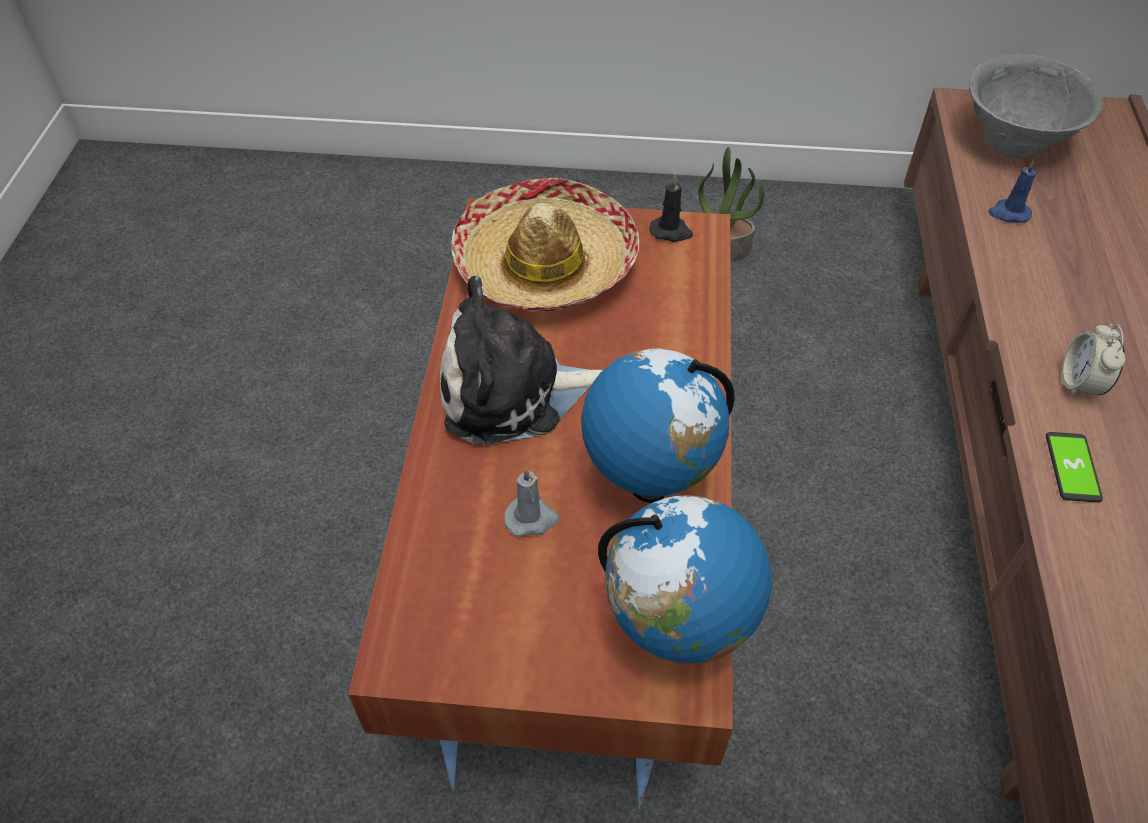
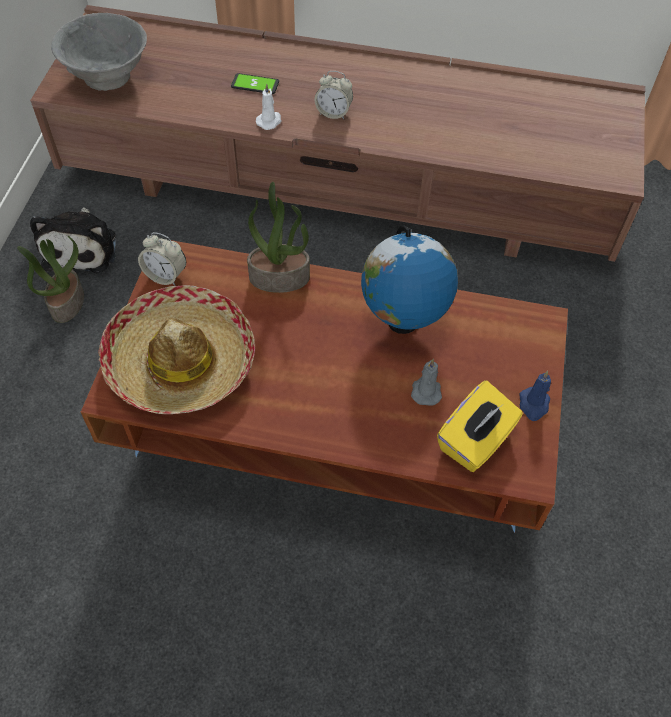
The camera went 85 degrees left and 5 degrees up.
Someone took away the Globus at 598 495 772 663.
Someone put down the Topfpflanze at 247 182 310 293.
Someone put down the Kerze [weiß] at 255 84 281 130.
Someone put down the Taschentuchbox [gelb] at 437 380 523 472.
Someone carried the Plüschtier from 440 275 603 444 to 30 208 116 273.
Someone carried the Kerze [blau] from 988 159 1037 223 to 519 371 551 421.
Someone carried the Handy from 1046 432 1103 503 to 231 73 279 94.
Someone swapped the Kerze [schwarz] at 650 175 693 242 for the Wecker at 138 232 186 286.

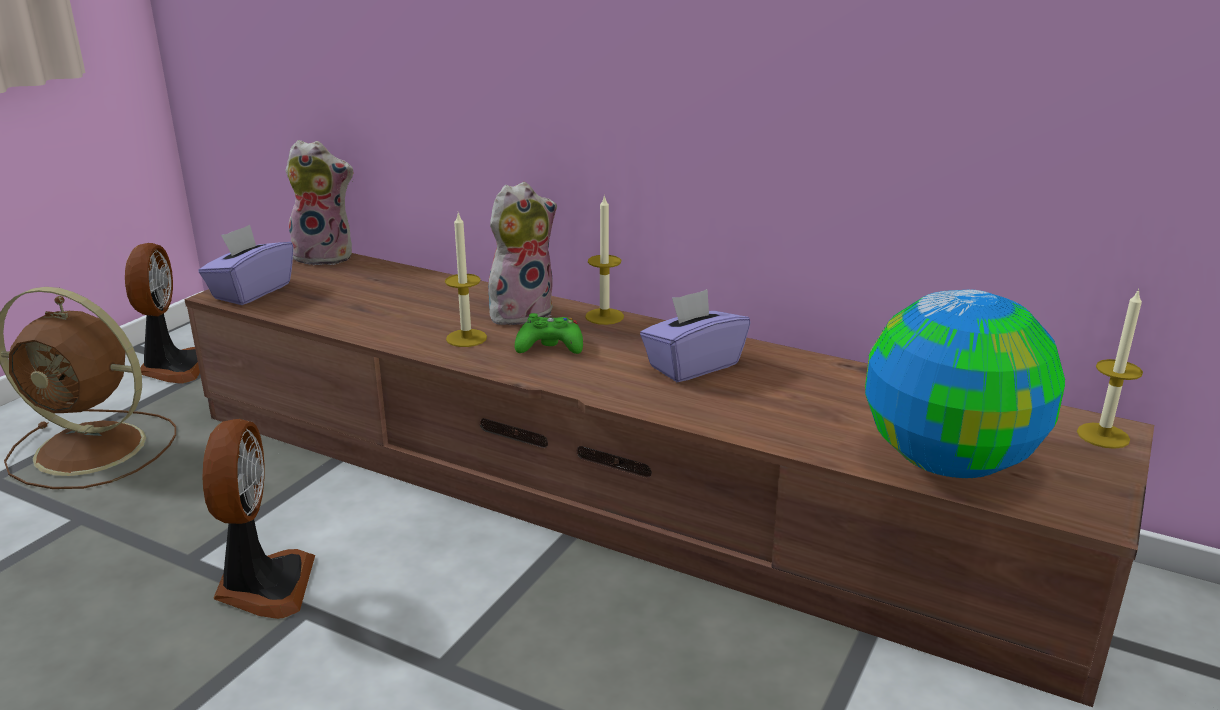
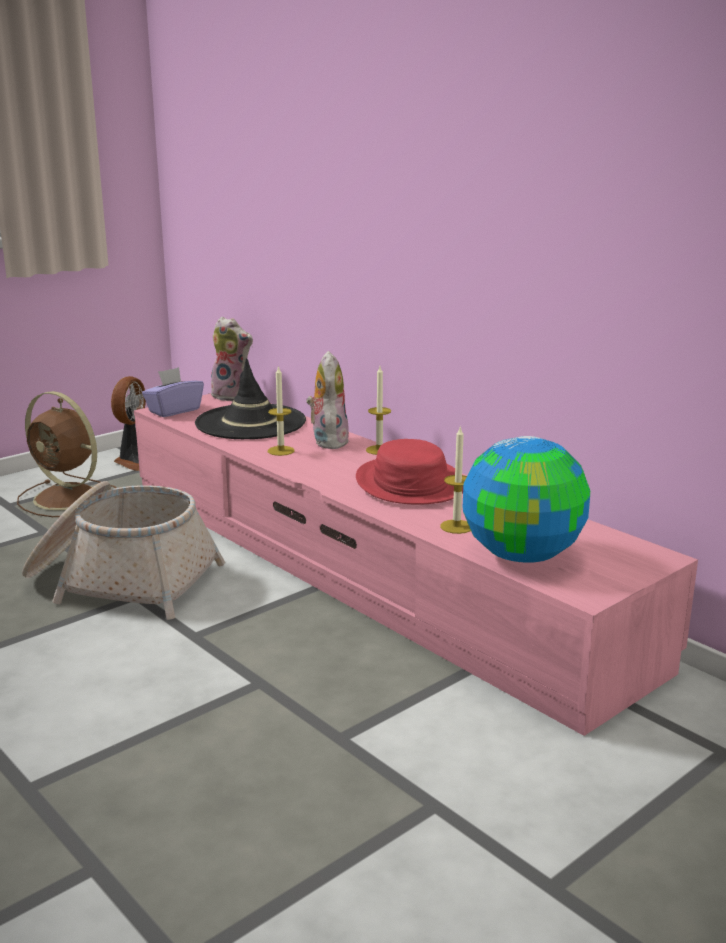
The camera went 20 degrees right and 5 degrees down.
Someone took away the Gamepad [grün] at 515 313 583 354.
Someone put down the Hut [schwarz] at 195 358 306 439.
Someone carried the Kerze from 1077 288 1143 449 to 440 426 471 534.
Someone swapped the Ventilator at 203 419 315 619 for the Korb at 22 481 225 620.
Someone swapped the Taschentuchbox [lila] at 640 289 750 382 for the Hut [rot] at 356 439 463 505.
Someone repainted the Fernsehschrank [braun] at 184 253 1154 707, which became the Fernsehschrank [rosa] at 134 393 698 736.
Someone rotated the Plüschtier at 488 182 557 325 by 75 degrees counterclockwise.

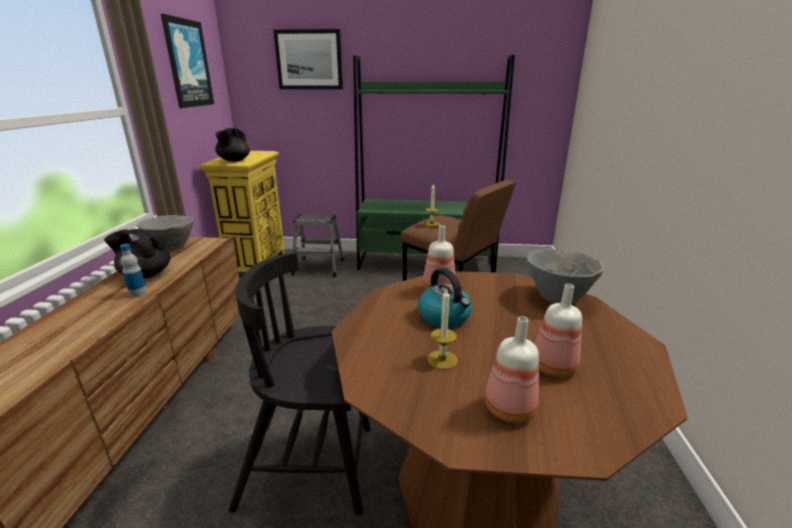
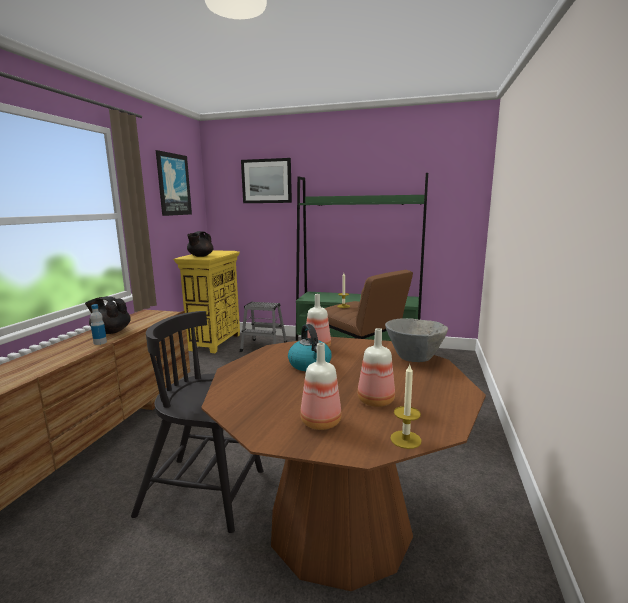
The camera went 10 degrees right and 10 degrees down.
Someone took away the Schüssel [grau] at 137 215 194 251.
Someone carried the Kerze from 428 288 458 370 to 390 365 422 449.

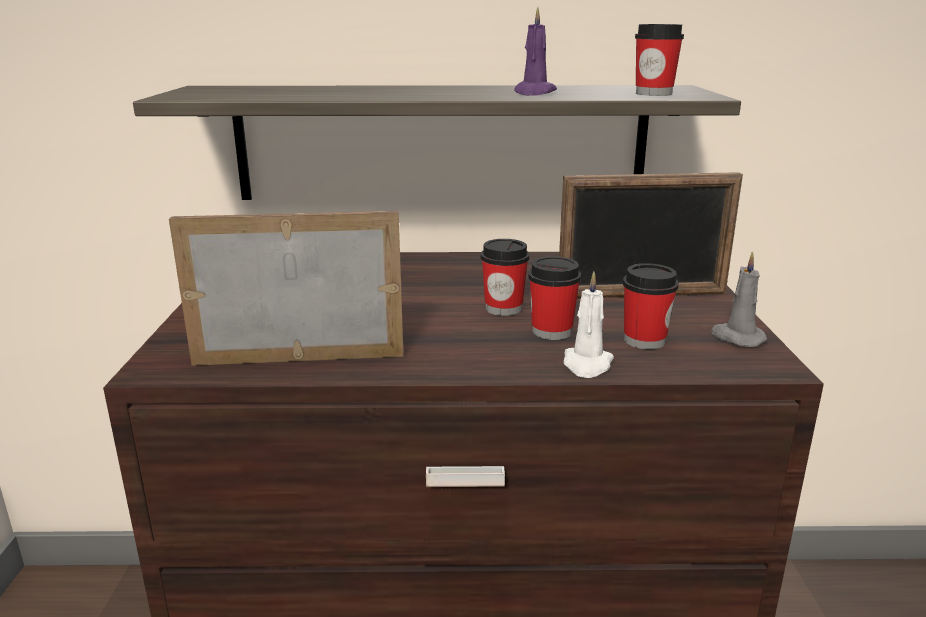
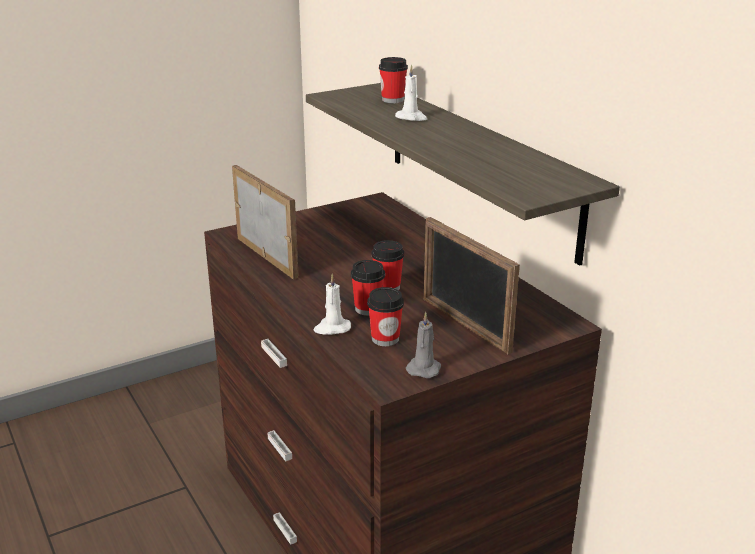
The camera went 60 degrees right and 5 degrees up.
Someone took away the Kerze [lila] at 514 7 557 96.
Someone put down the Kerze [weiß] at 395 65 427 121.
Someone carried the Tasse from 635 24 684 96 to 379 57 408 103.

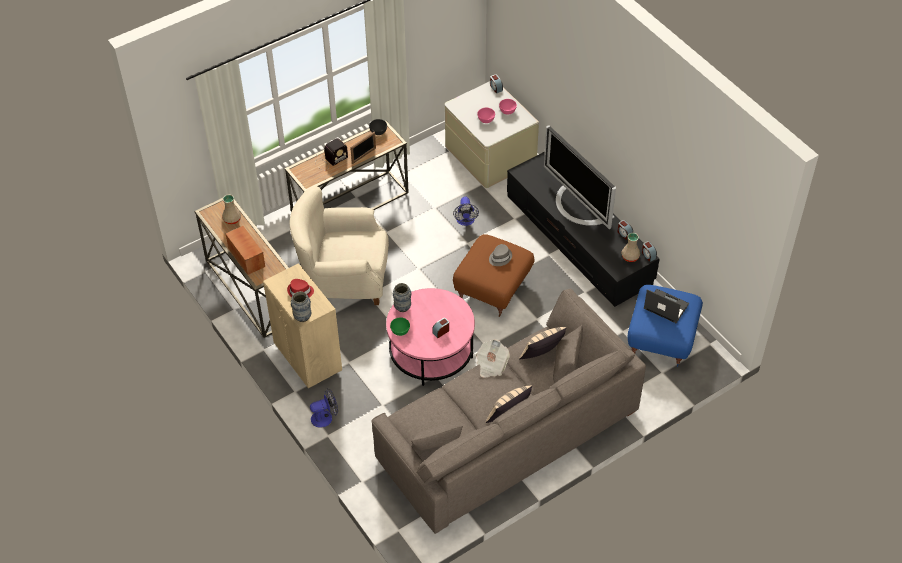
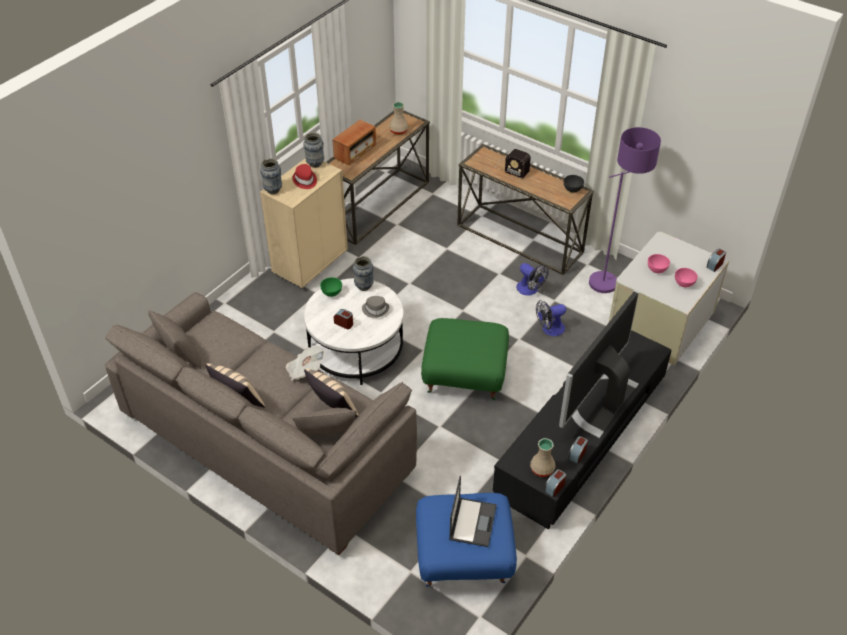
The camera went 70 degrees right and 5 degrees down.
Someone took away the Sessel [beige] at 289 186 389 305.
Someone took away the Bilderrahmen at 350 132 376 164.
Someone put down the Vase at 303 132 324 168.
Someone put down the Stehlampe [lila] at 589 127 661 293.
Someone carried the Ventilator from 310 388 338 428 to 516 263 549 296.
Someone carried the Hut [grau] from 489 244 512 266 to 362 296 389 318.
Someone repainted the Couchtisch [rosa] at 386 288 475 386, which became the Couchtisch [weiß] at 304 278 404 385.
Someone repainted the Polsterhocker [braun] at 453 234 535 317, which became the Polsterhocker [grün] at 421 318 509 400.

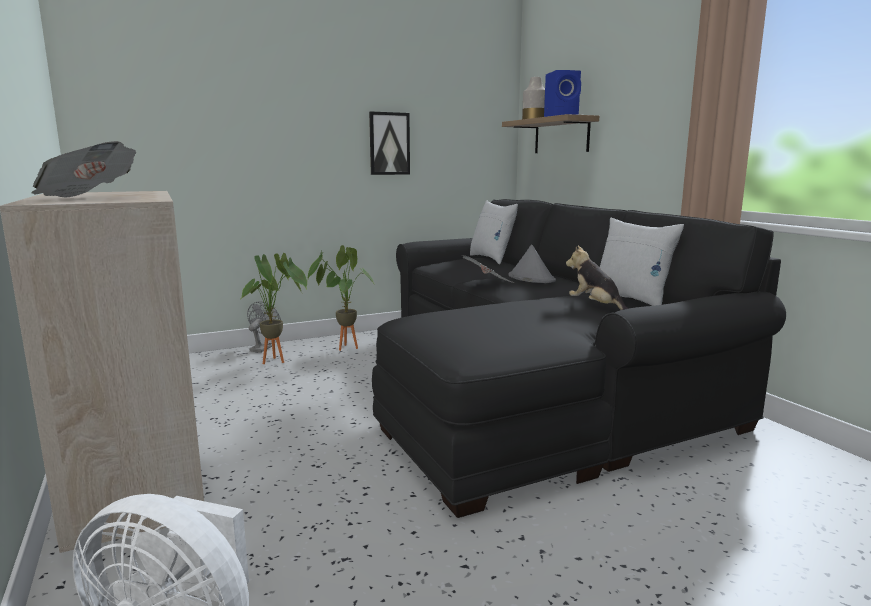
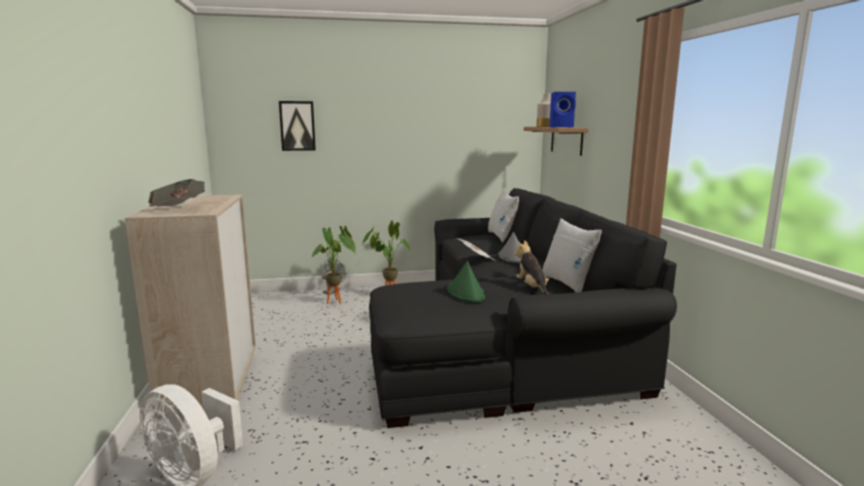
The camera went 15 degrees right and 0 degrees up.
Someone put down the Hut [grün] at 447 261 485 303.
Someone carried the Bild from 369 111 410 175 to 279 101 316 151.

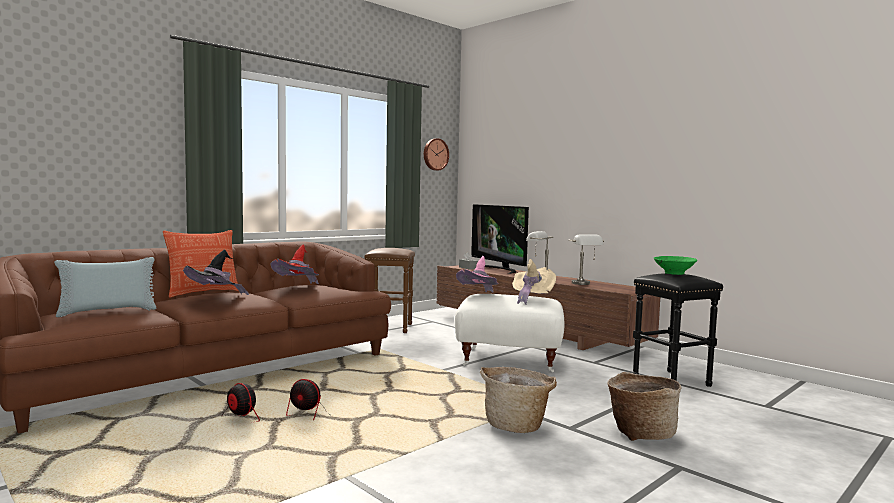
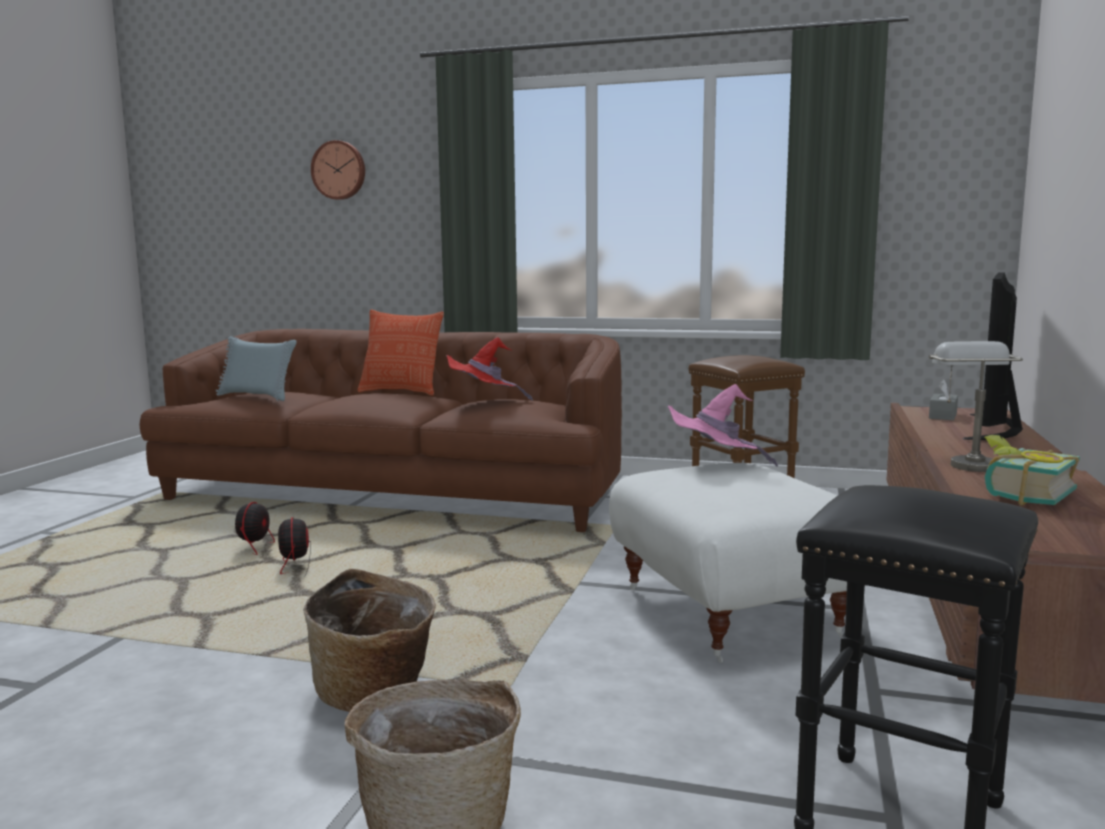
The camera went 60 degrees right and 5 degrees up.
Someone took away the Hut [schwarz] at 183 250 249 295.
Someone took away the Hut [beige] at 512 259 556 305.
Someone took away the Schüssel [grün] at 654 256 697 275.
Someone carried the Wanduhr from 424 138 449 171 to 311 140 365 200.
Someone swapped the Tischlampe [grau] at 569 234 604 285 for the Buch at 985 435 1080 505.

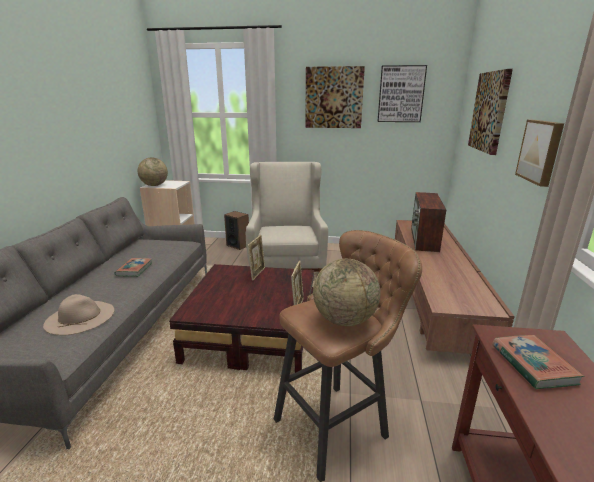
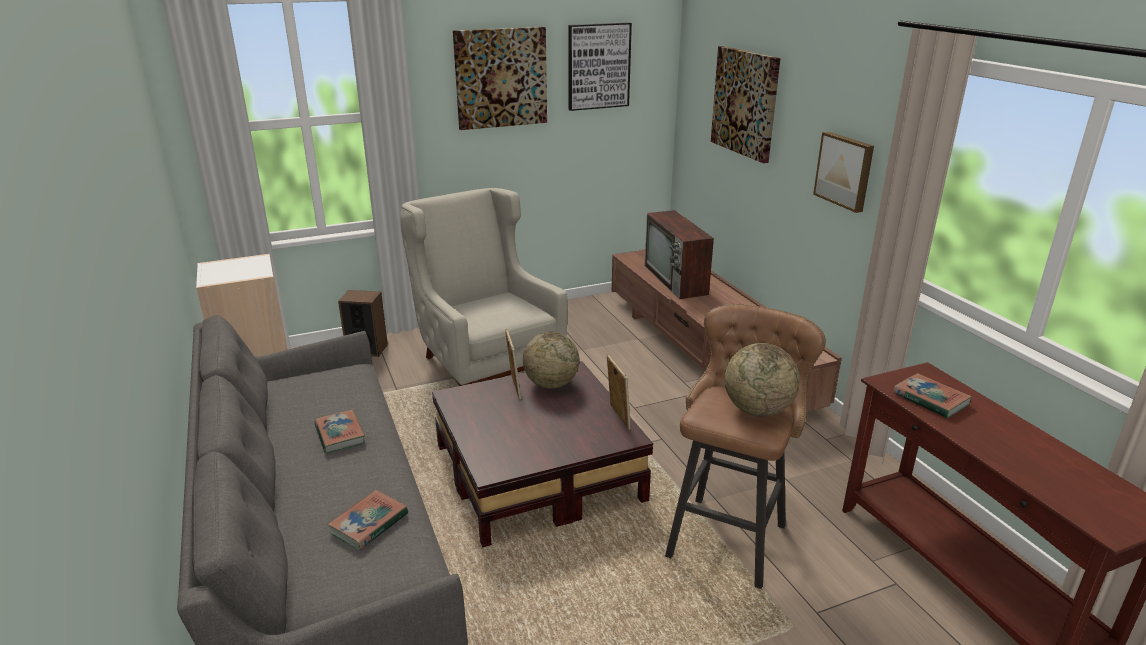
The camera went 30 degrees left and 5 degrees up.
Someone carried the Globus from 138 157 168 186 to 523 332 579 389.
Someone swapped the Hut [beige] at 43 294 114 335 for the Buch at 327 490 408 550.

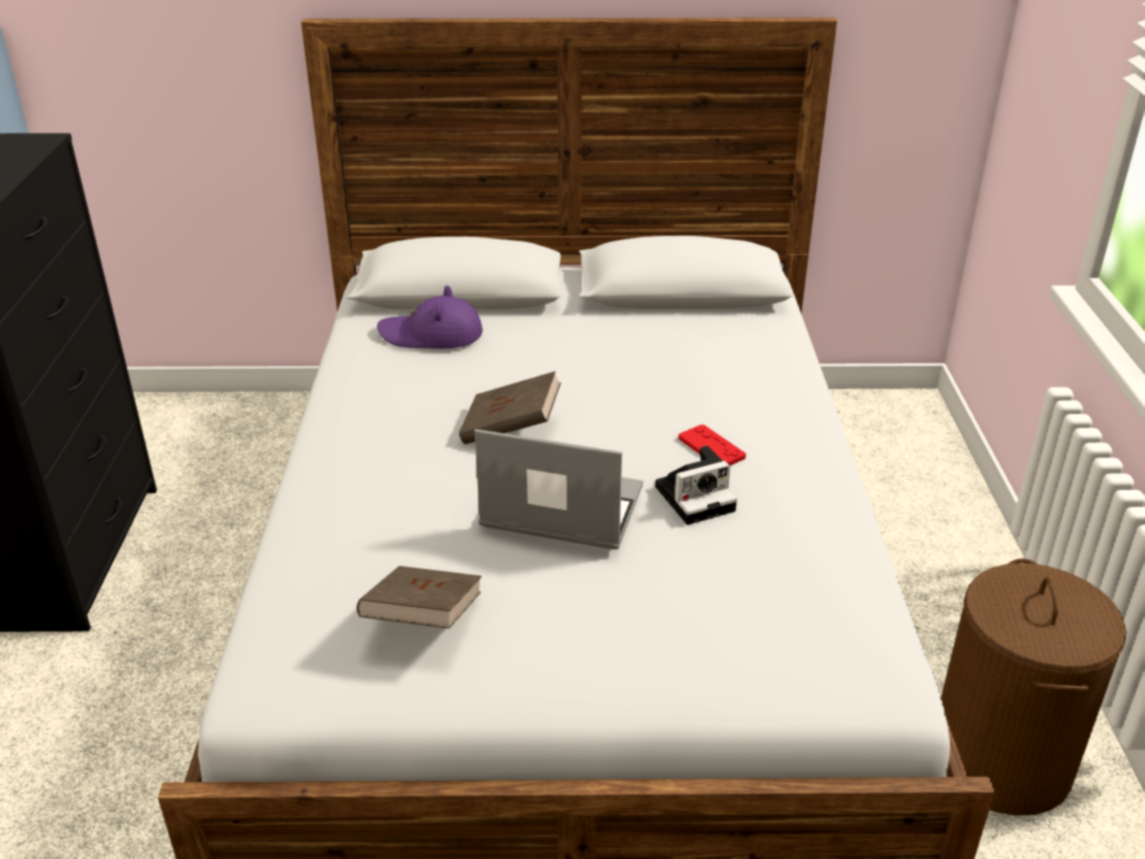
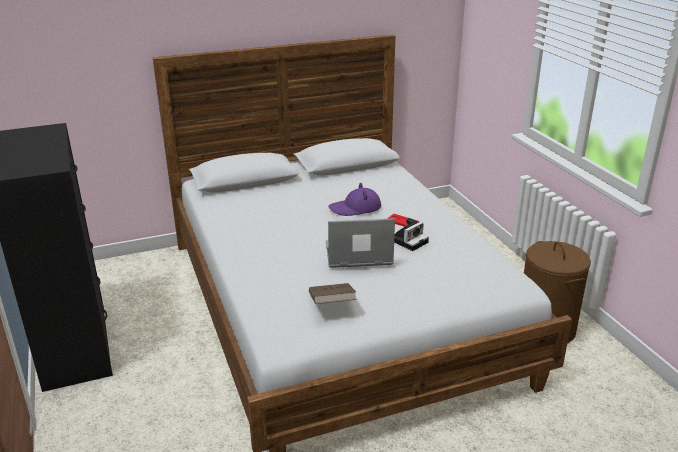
The camera went 20 degrees left and 5 degrees down.
Someone took away the Buch [braun] at 459 371 561 444.
Someone carried the Hut [lila] from 377 285 483 348 to 329 183 381 216.

